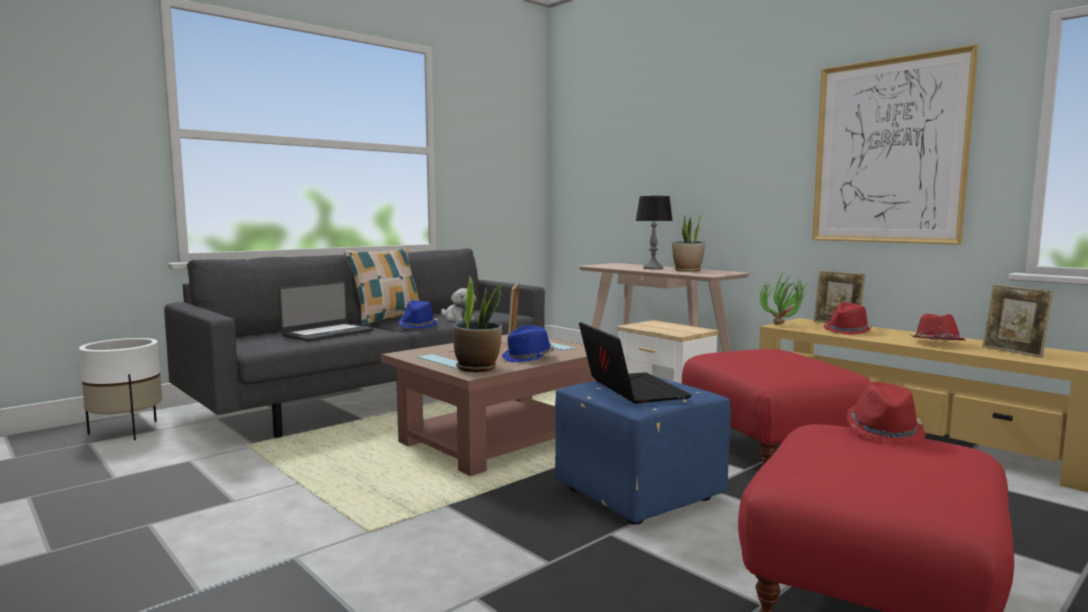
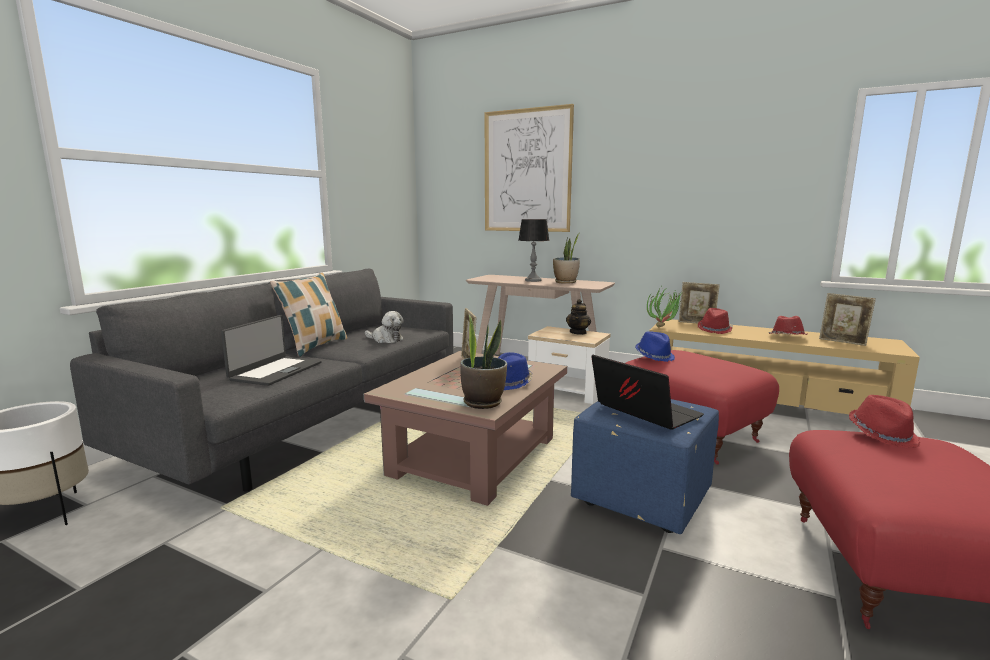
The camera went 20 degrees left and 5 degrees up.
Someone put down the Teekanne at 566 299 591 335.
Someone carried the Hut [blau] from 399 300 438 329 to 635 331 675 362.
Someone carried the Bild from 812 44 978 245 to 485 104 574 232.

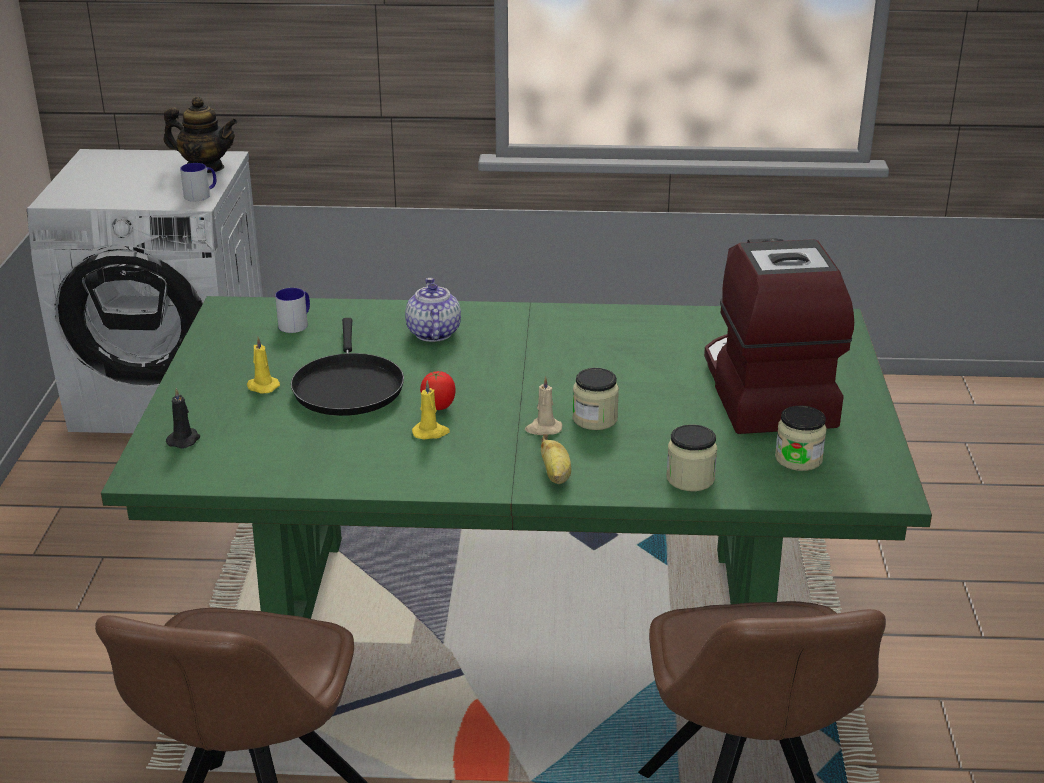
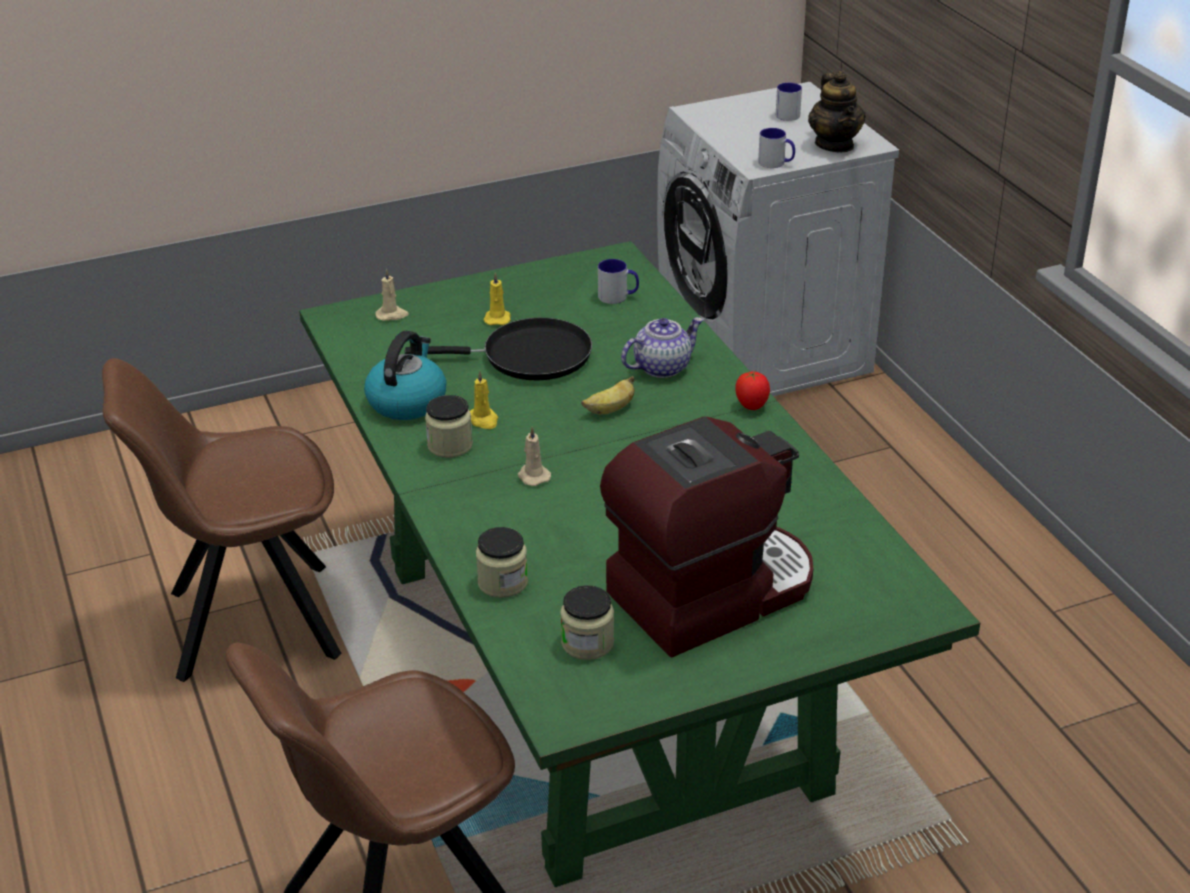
The camera went 65 degrees right and 5 degrees up.
Someone put down the Wasserkessel at 364 331 446 420.
Someone put down the Henkelbecher at 776 83 802 121.
Someone carried the Tomate from 420 371 455 410 to 735 371 770 410.
Someone carried the Banane from 541 434 571 484 to 581 376 634 415.
Someone carried the Vorratsglas from 572 368 619 430 to 425 395 473 458.
Someone repainted the Kerze [schwarz] at 166 387 200 449, which became the Kerze [beige] at 375 269 409 321.
Someone rotated the Pfanne [schwarz] at 291 318 404 416 by 150 degrees counterclockwise.

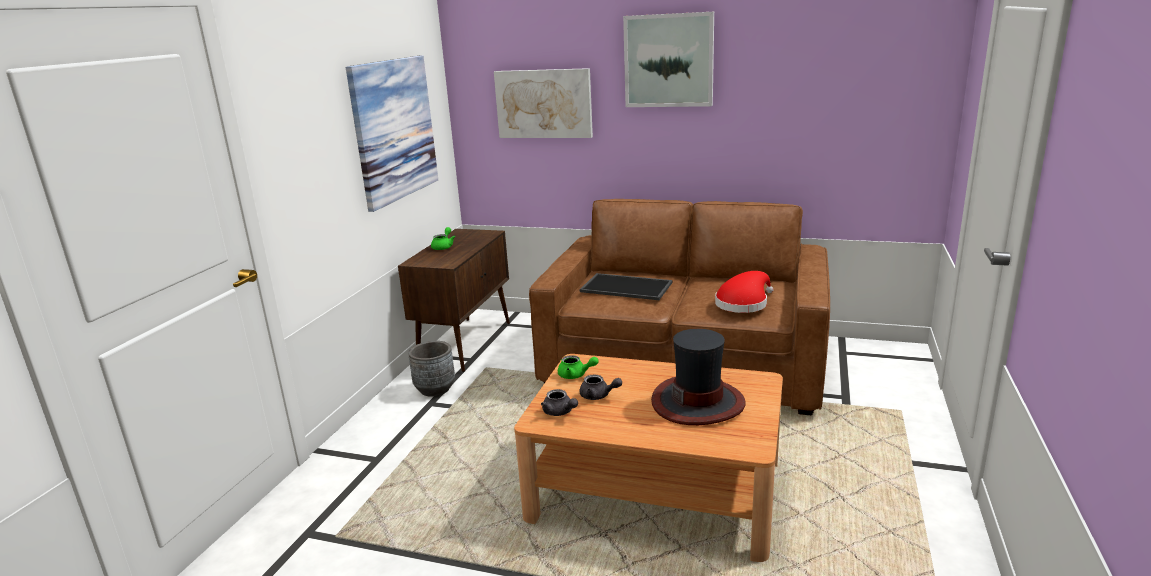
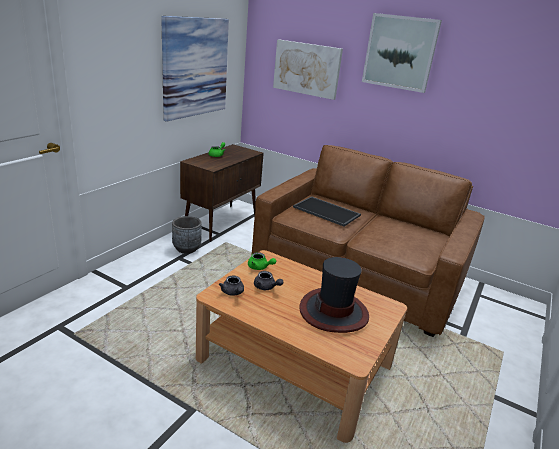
The camera went 10 degrees right and 5 degrees up.
Someone took away the Hut [rot] at 715 271 773 313.

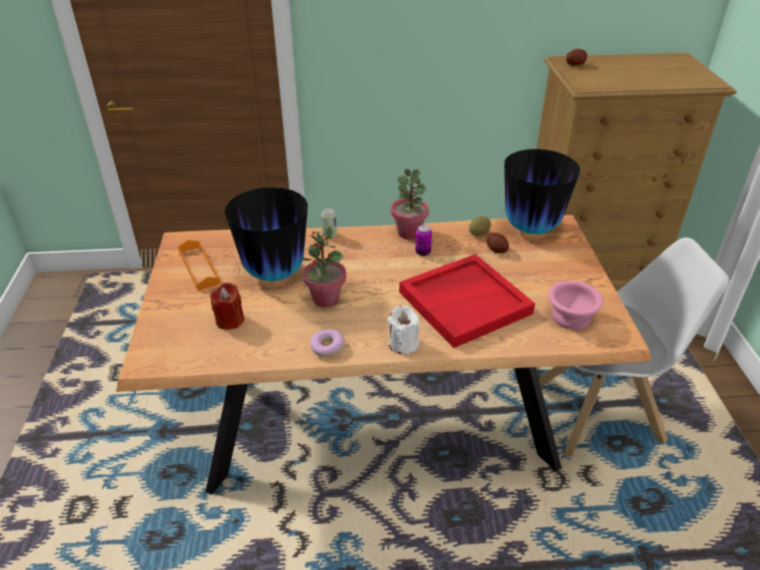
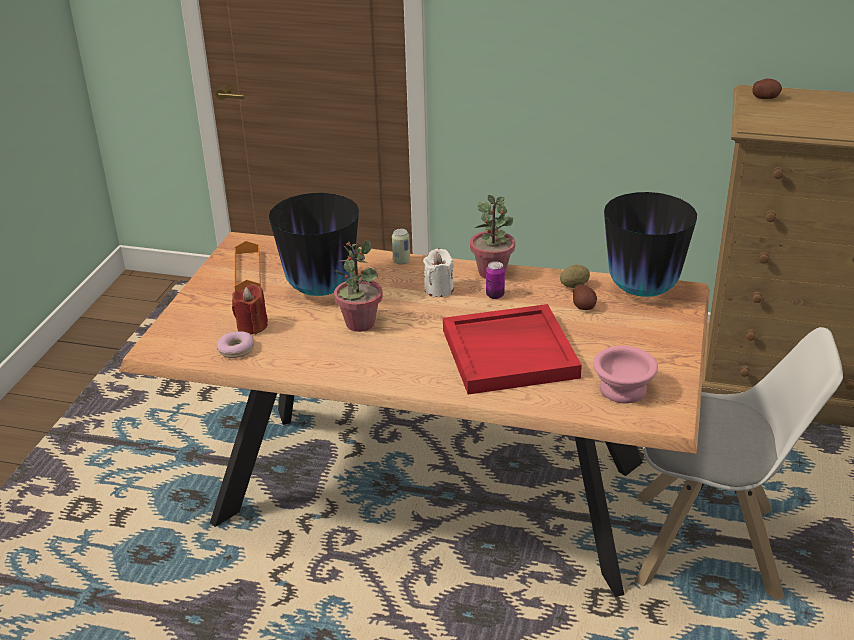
The camera went 20 degrees right and 5 degrees down.
Someone carried the Donut from 310 329 344 357 to 217 331 254 358.
Someone carried the Kerze [weiß] from 387 306 419 354 to 423 248 454 297.

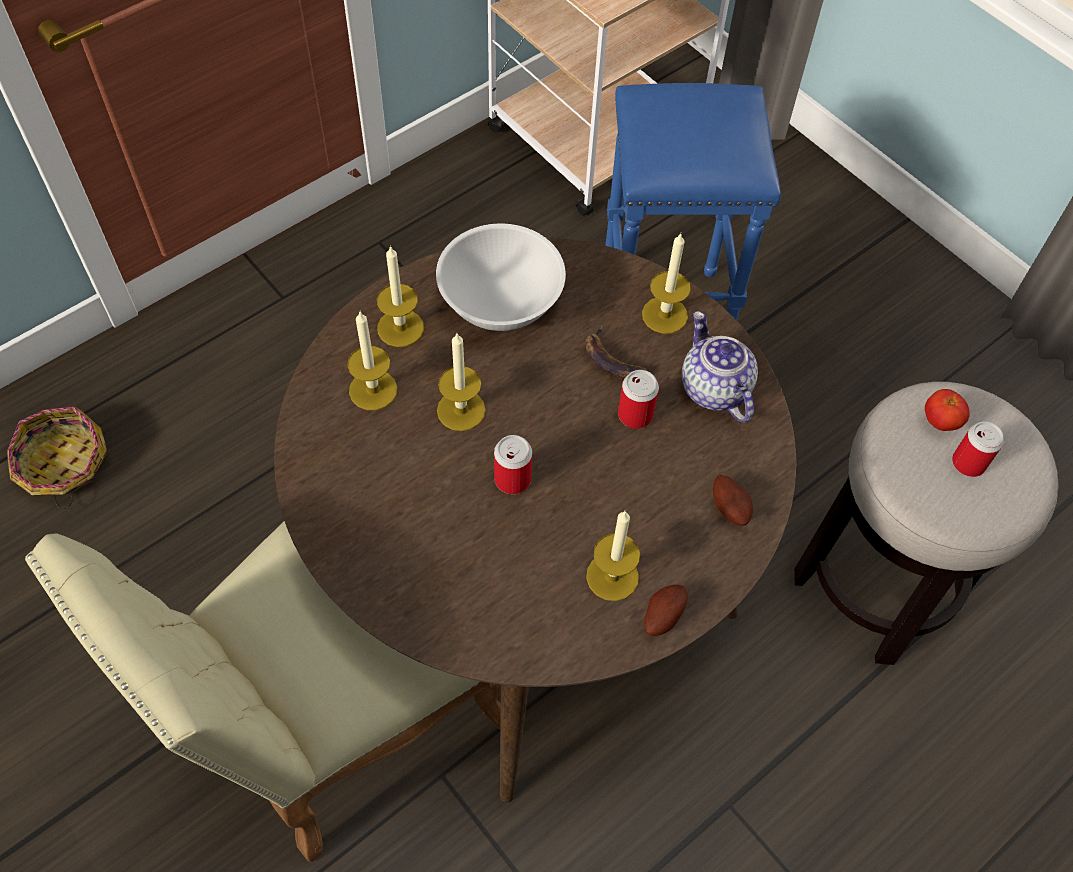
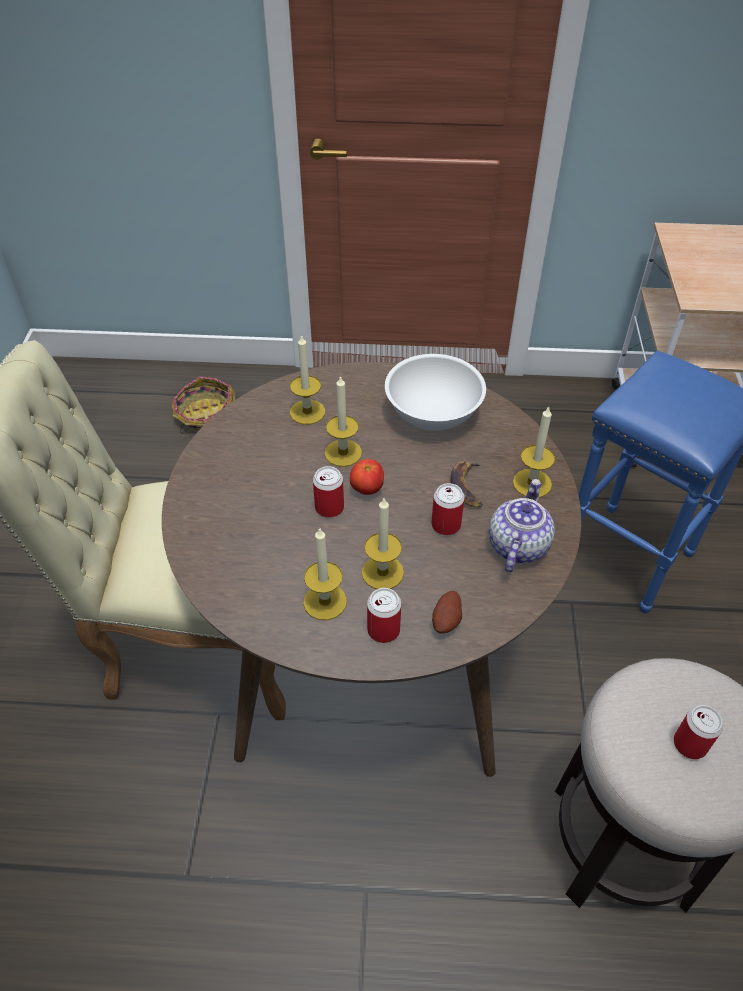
The camera went 45 degrees right and 10 degrees down.
Someone took away the Kartoffel at 644 585 688 636.
Someone put down the Dose at 367 588 401 643.
Someone carried the Kerze from 377 245 424 347 to 361 498 404 589.
Someone carried the Tomate from 925 389 970 431 to 350 459 384 495.

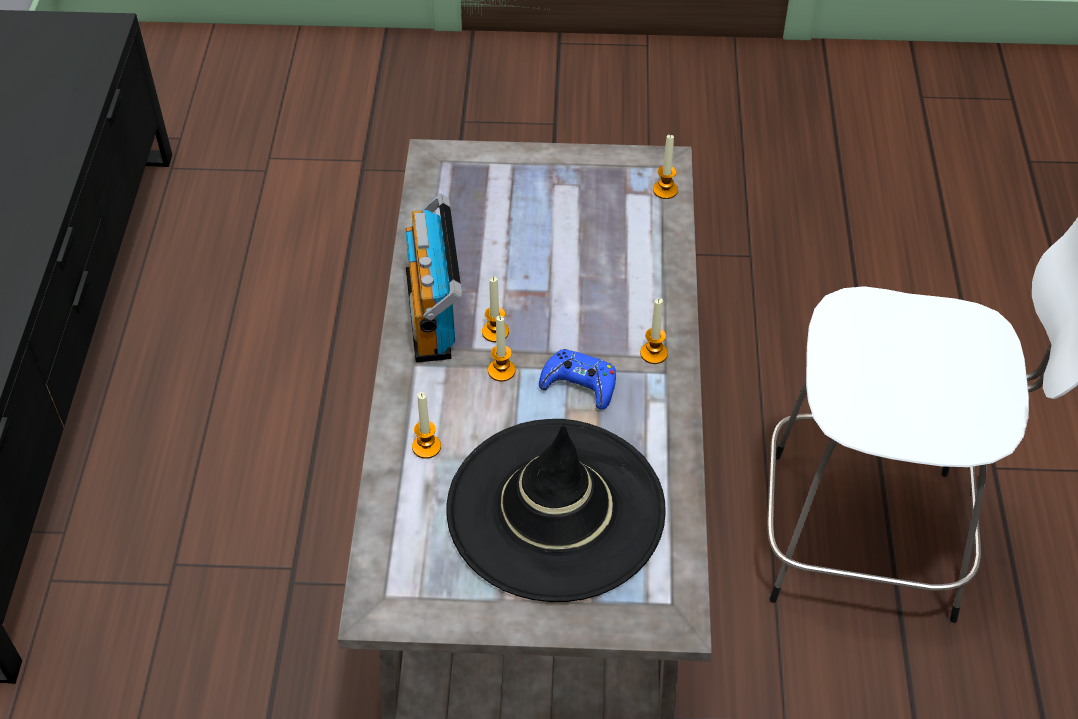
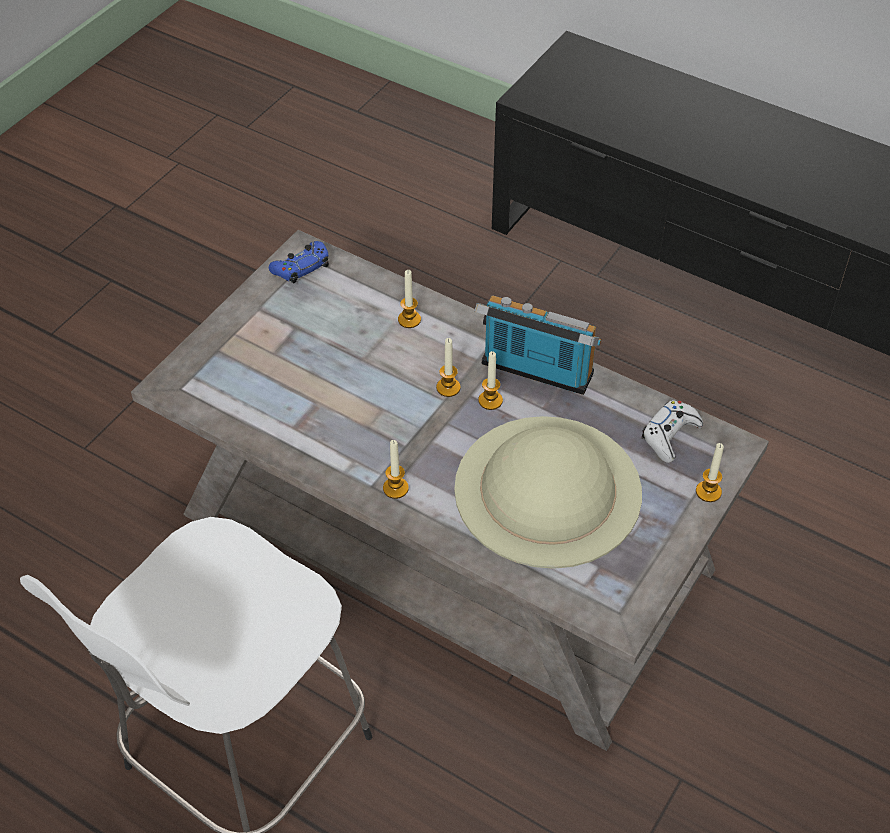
The camera went 120 degrees right and 0 degrees up.
Someone took away the Hut [schwarz] at 446 419 666 602.
Someone put down the Hut [beige] at 454 416 642 569.
Someone put down the Gamepad [weiß] at 641 400 703 463.
Someone carried the Gamepad [blau] from 539 349 616 410 to 269 241 329 283.
Someone carried the Kerze from 653 134 678 199 to 696 443 724 502.

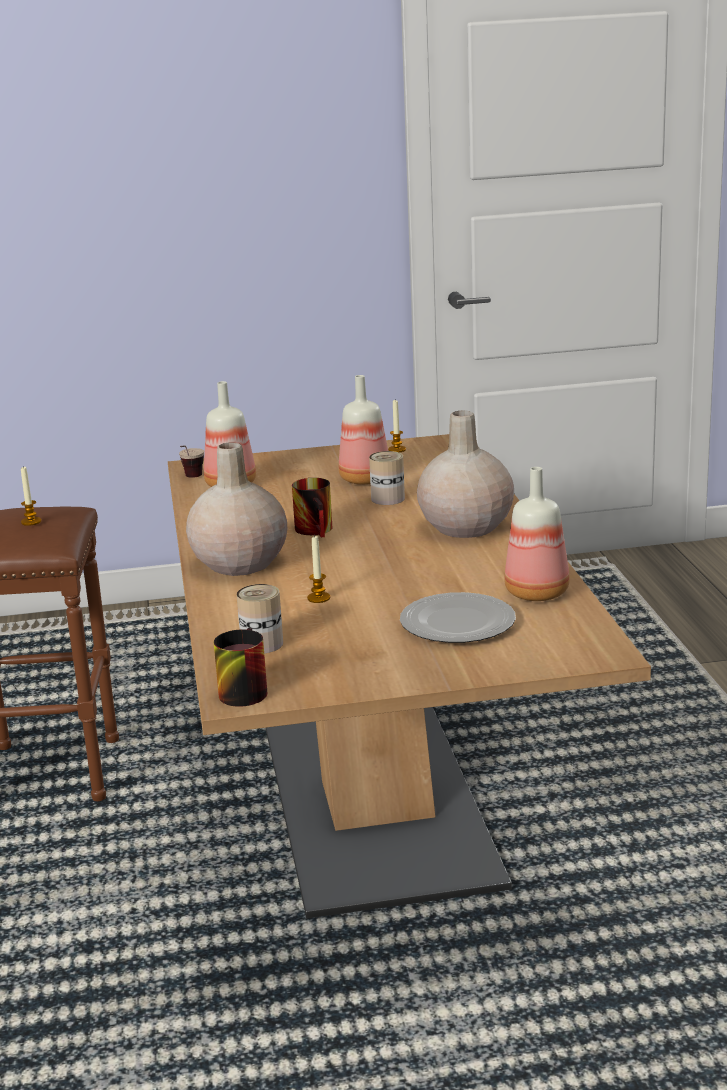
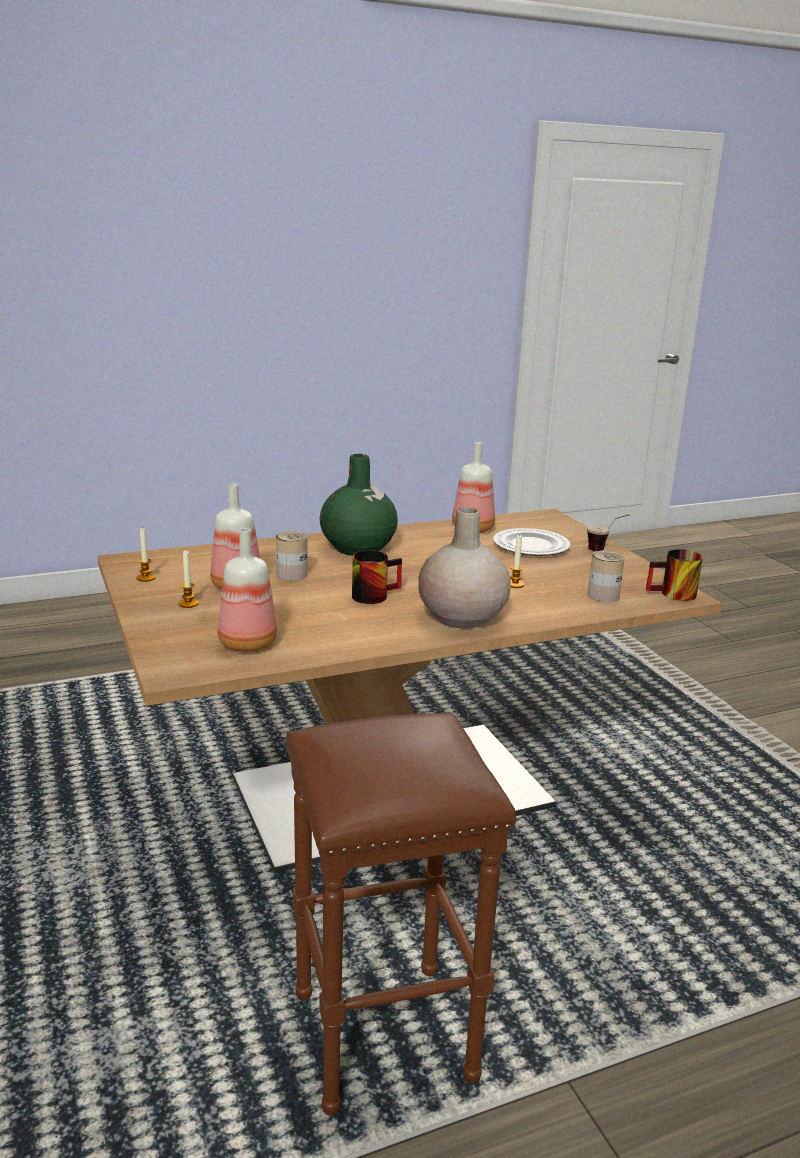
The camera went 105 degrees left and 0 degrees up.
Someone carried the Kerze from 21 467 41 526 to 179 551 198 608.
Someone carried the Tasse from 179 445 204 478 to 587 514 629 551.
Someone repainted the Vase [beige] at 417 410 514 538, which became the Vase [grün] at 320 454 398 556.

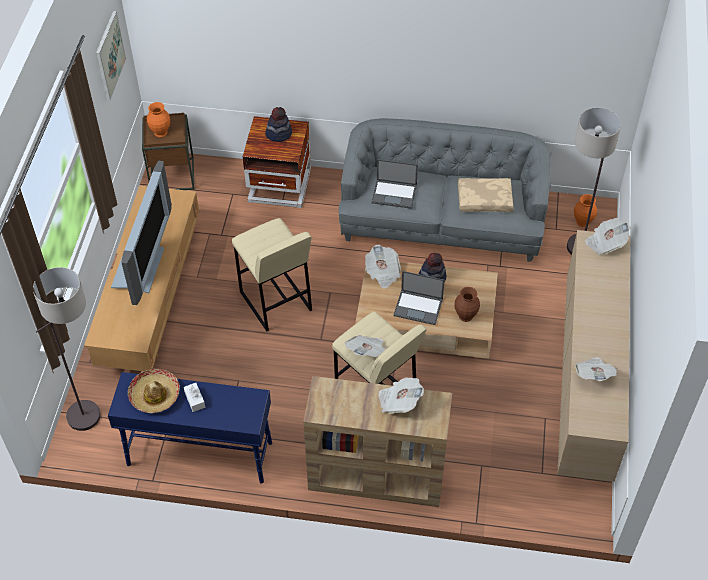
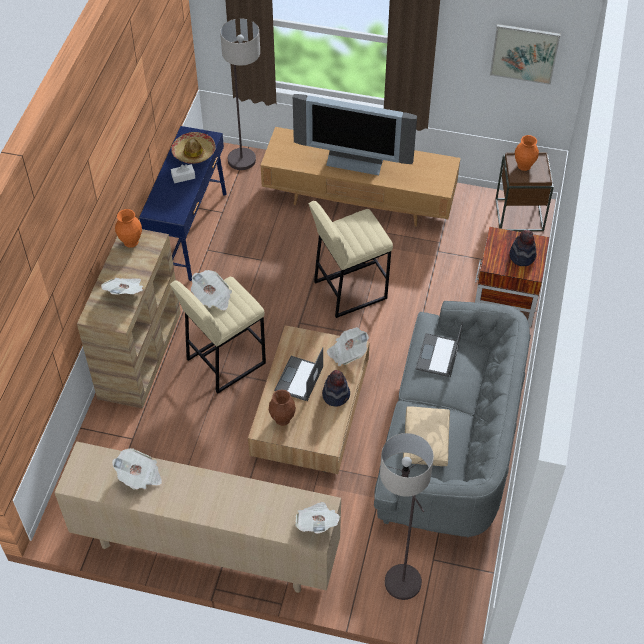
The camera went 95 degrees right and 0 degrees up.
Someone carried the Vase [orange] from 574 194 597 227 to 115 209 142 248.

